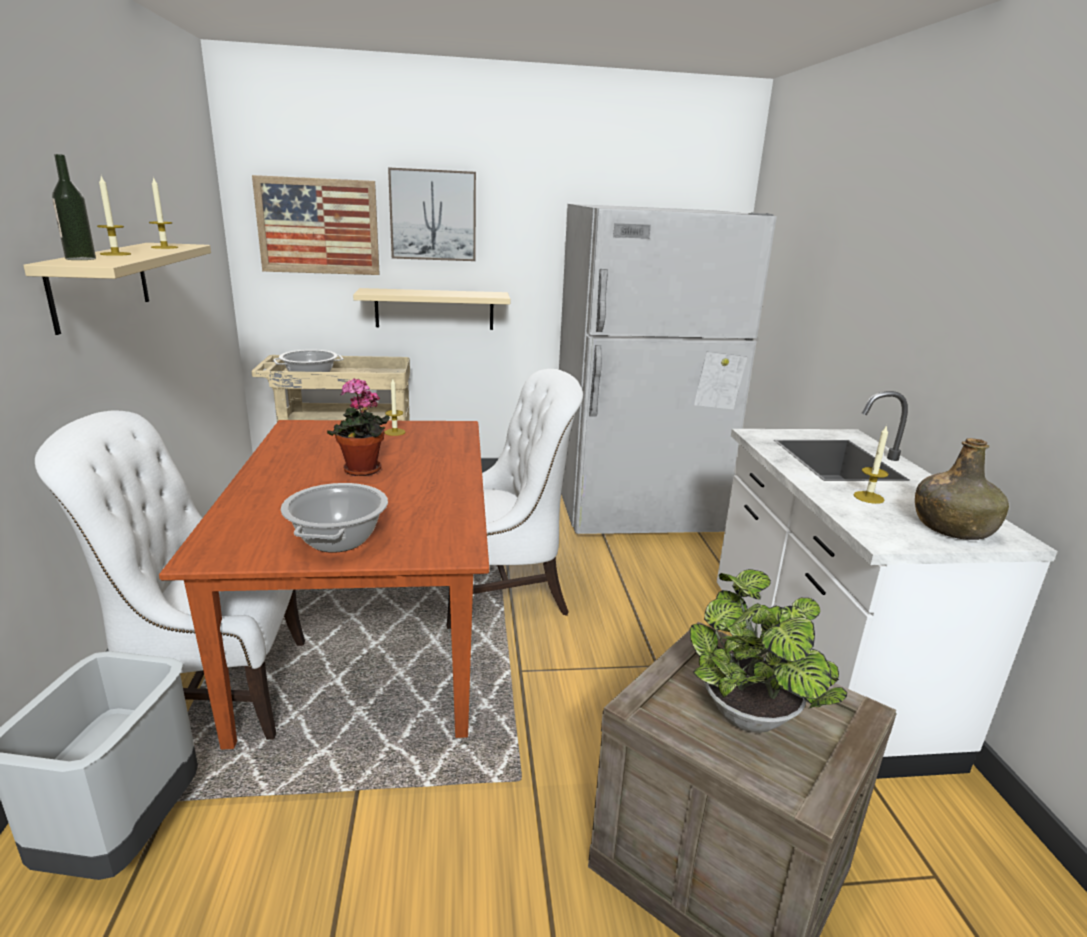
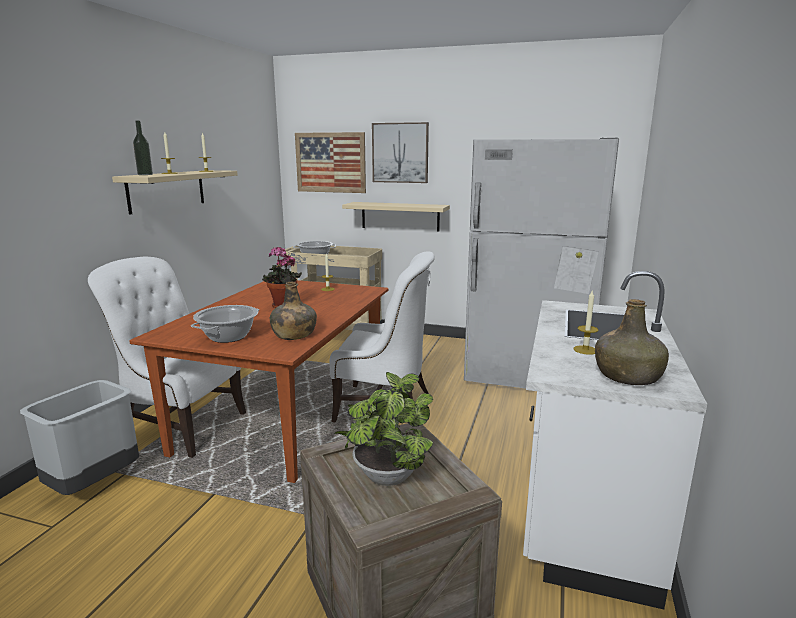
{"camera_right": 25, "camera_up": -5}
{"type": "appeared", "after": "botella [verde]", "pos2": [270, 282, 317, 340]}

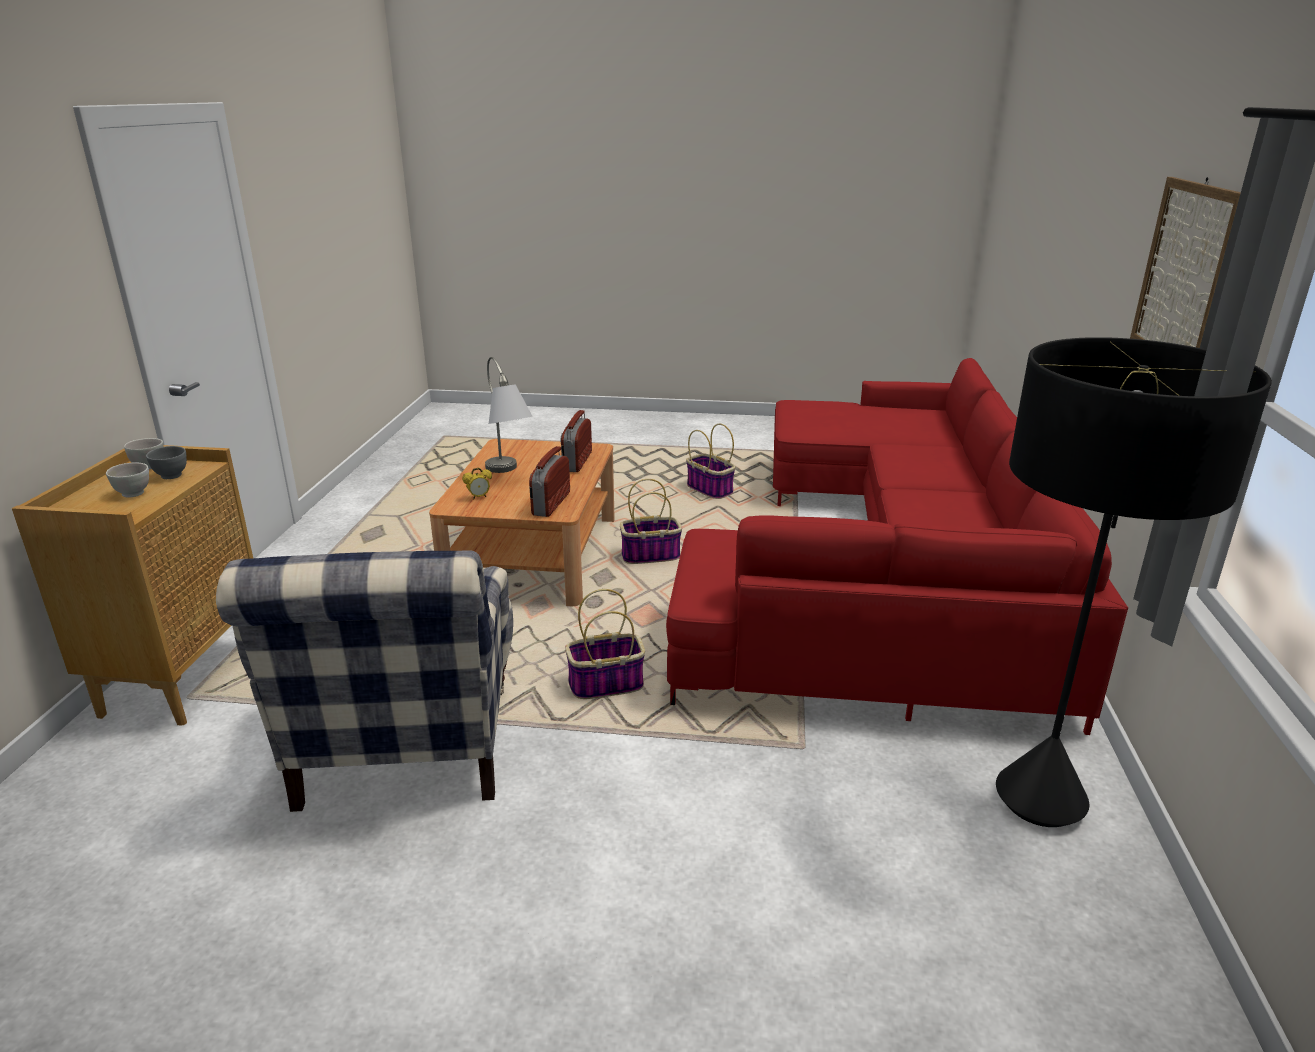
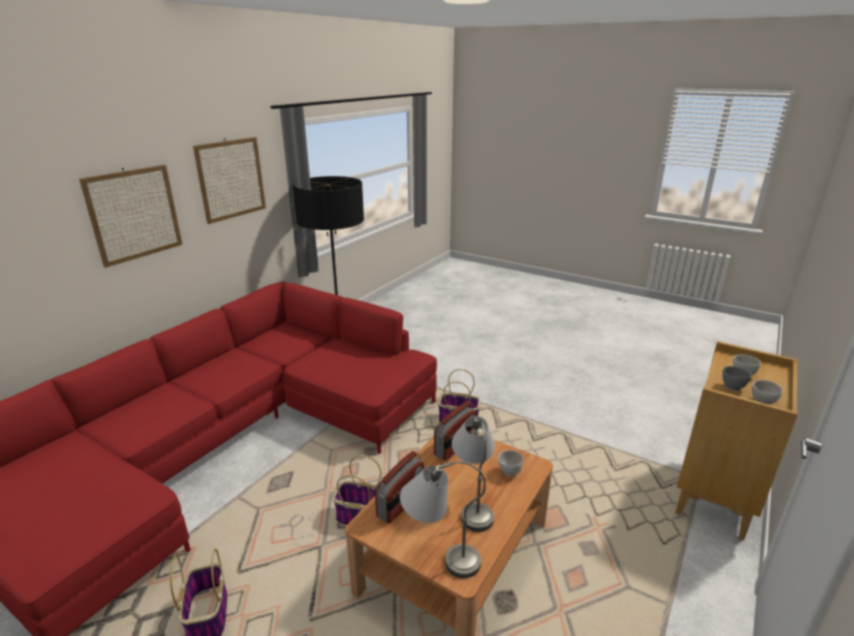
{"camera_right": -155, "camera_up": 0}
{"type": "missing", "before": "sillón", "pos1": [216, 550, 513, 812]}
{"type": "appeared", "after": "cuadro", "pos2": [79, 165, 183, 268]}
{"type": "appeared", "after": "lámpara de mesa [gris]", "pos2": [400, 461, 486, 578]}
{"type": "exchanged", "before": "despertador", "after": "cuenco [blanco]", "pos1": [462, 468, 492, 500], "pos2": [498, 450, 523, 476]}

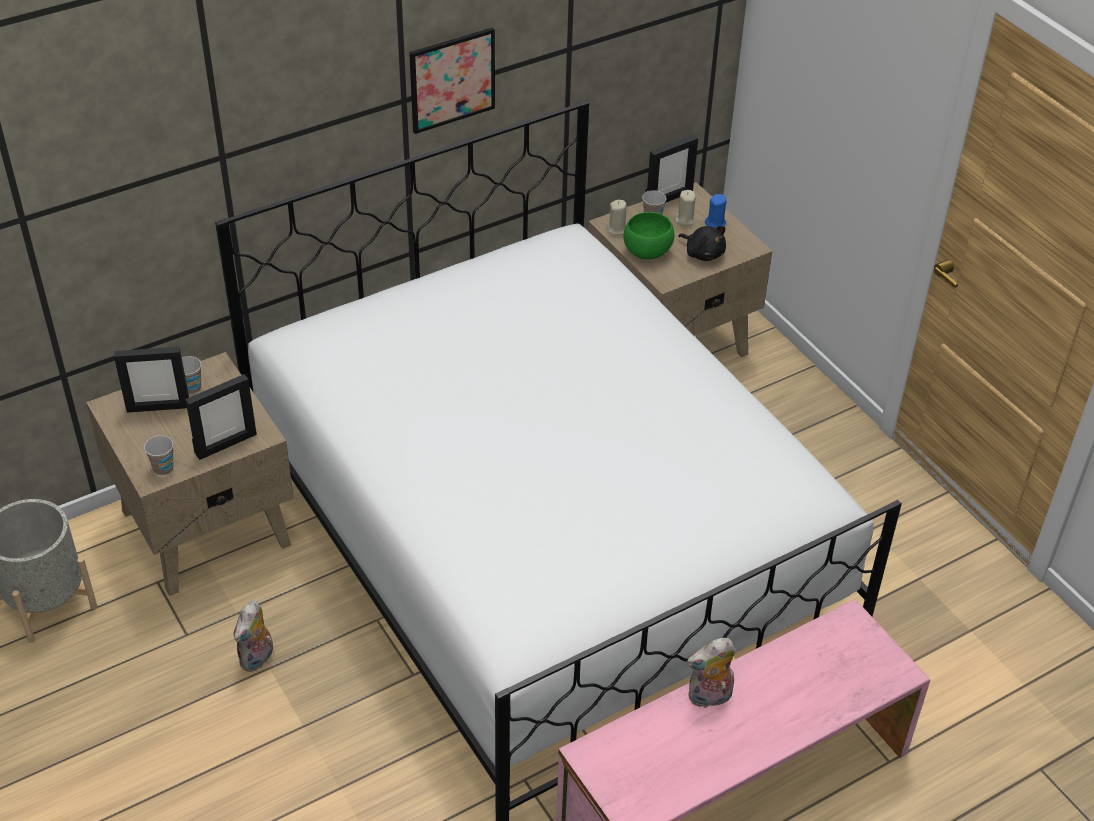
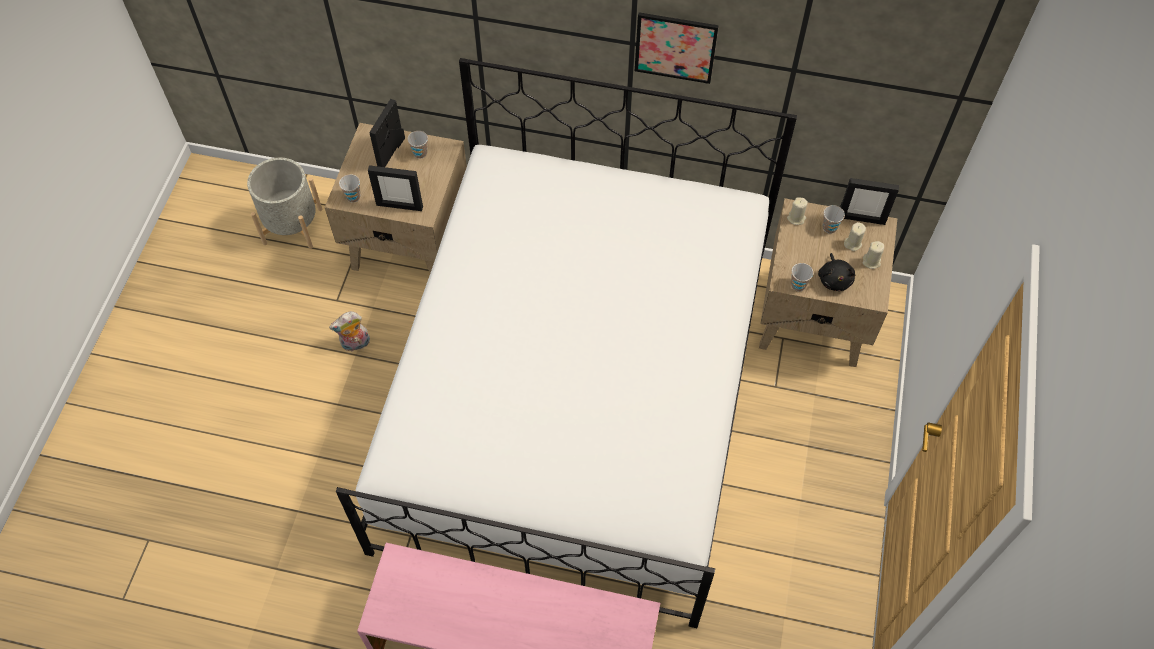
{"camera_right": 45, "camera_up": 15}
{"type": "missing", "before": "cuenco [verde]", "pos1": [624, 212, 674, 260]}
{"type": "missing", "before": "peluche", "pos1": [687, 638, 736, 708]}
{"type": "appeared", "after": "taza", "pos2": [791, 263, 813, 291]}
{"type": "colour", "before": "vela [azul]", "after": "vela [beis]", "pos1": [705, 194, 727, 228], "pos2": [863, 241, 884, 269]}
{"type": "spun", "before": "portarretratos", "pos1": [114, 347, 189, 413], "pos2": [369, 99, 405, 167], "turn": 75}

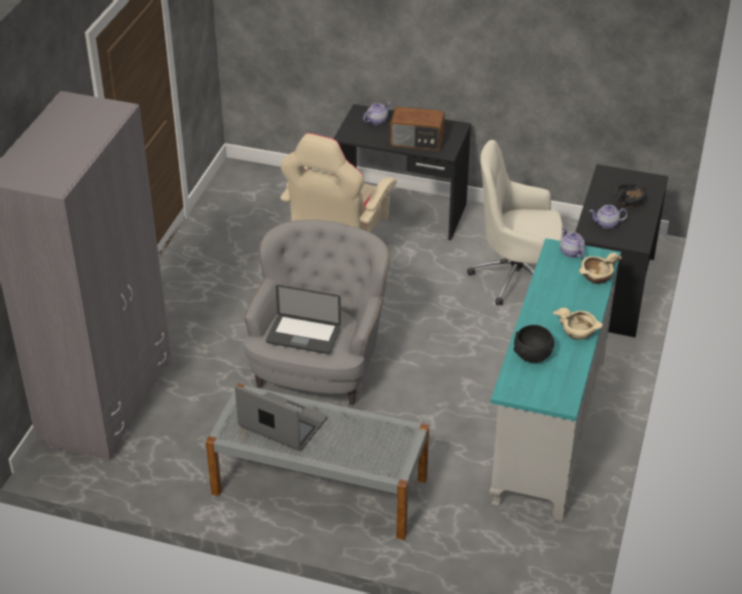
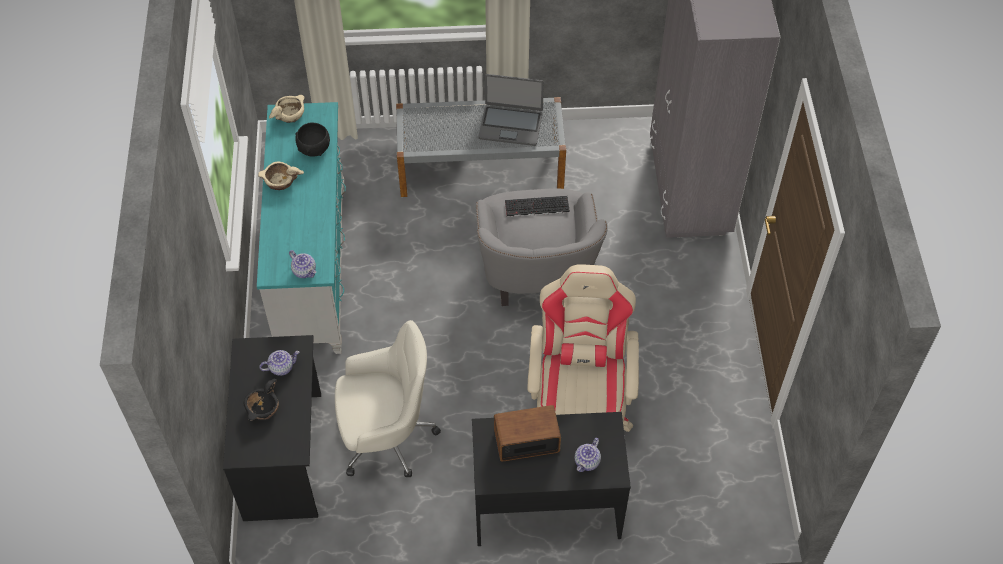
{"camera_right": 160, "camera_up": 15}
{"type": "relocated", "before": "cuenco [beis]", "pos1": [579, 253, 622, 284], "pos2": [269, 95, 304, 123]}
{"type": "exchanged", "before": "portátil", "after": "teclado", "pos1": [266, 285, 341, 354], "pos2": [505, 196, 570, 217]}

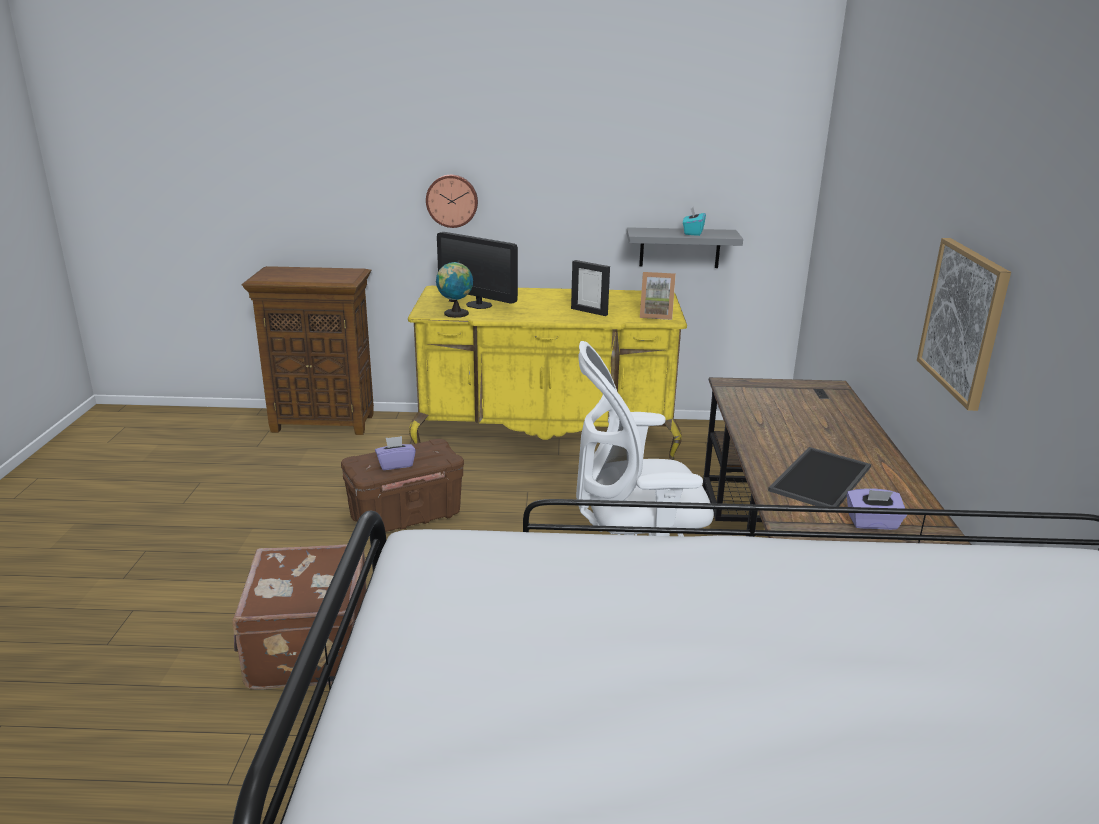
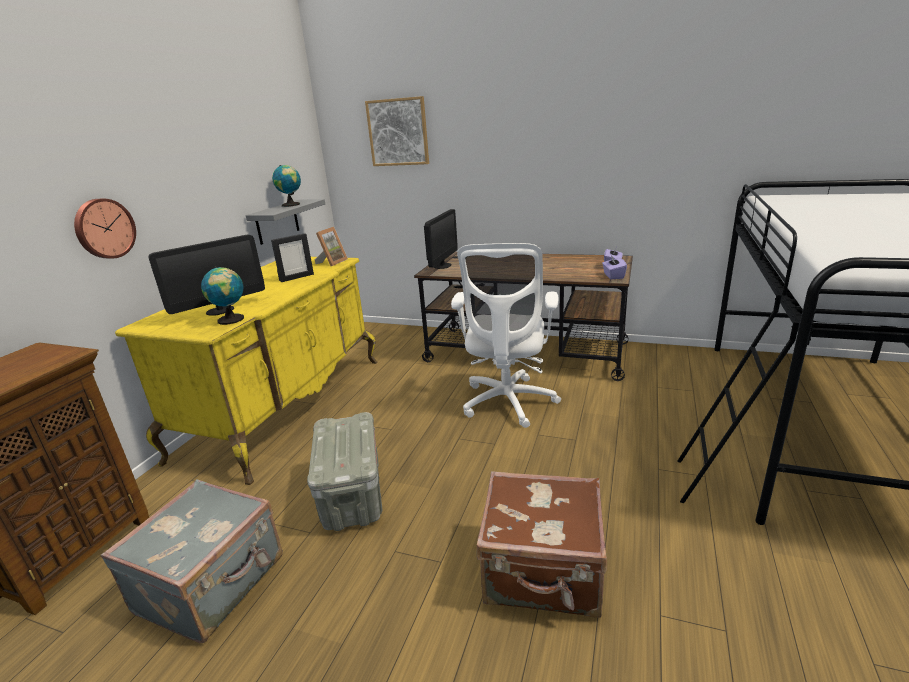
{"camera_right": -70, "camera_up": 0}
{"type": "missing", "before": "bandeja", "pos1": [768, 447, 871, 507]}
{"type": "appeared", "after": "maleta [gris]", "pos2": [101, 480, 283, 643]}
{"type": "appeared", "after": "monitor", "pos2": [424, 209, 458, 269]}
{"type": "relocated", "before": "caja de pañuelos [morado]", "pos1": [375, 436, 416, 470], "pos2": [602, 255, 627, 279]}
{"type": "relocated", "before": "cuadro", "pos1": [917, 238, 1011, 411], "pos2": [365, 96, 429, 166]}
{"type": "exchanged", "before": "caja de pañuelos [turquesa]", "after": "globo terráqueo", "pos1": [683, 207, 706, 236], "pos2": [272, 165, 301, 207]}
{"type": "colour", "before": "caja de almacenaje [marrón]", "after": "caja de almacenaje [gris]", "pos1": [341, 439, 464, 532], "pos2": [307, 412, 382, 531]}

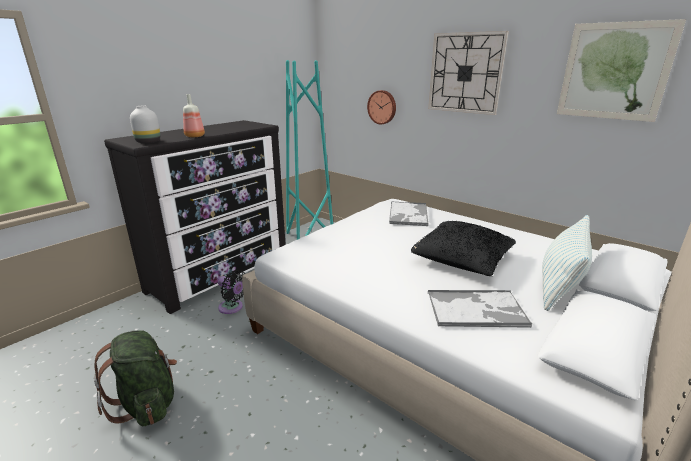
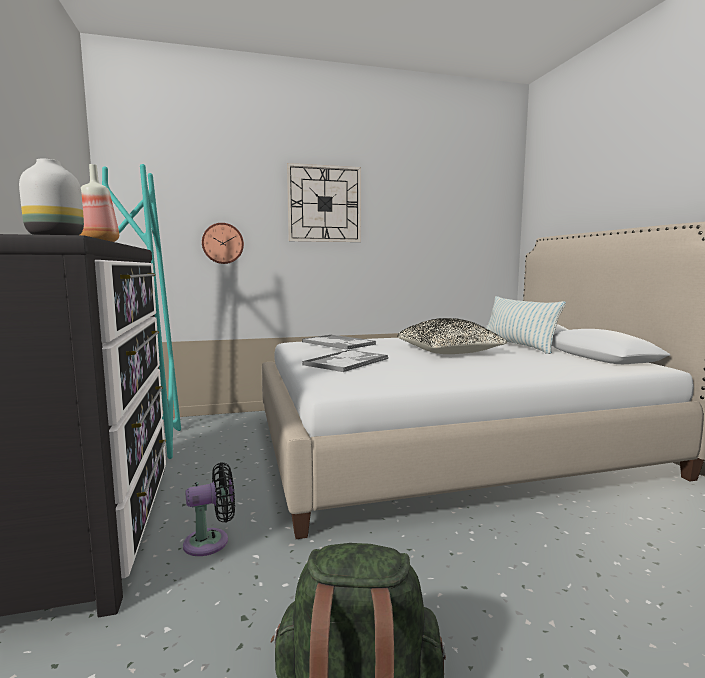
{"camera_right": -55, "camera_up": -15}
{"type": "missing", "before": "cuadro", "pos1": [557, 19, 686, 122]}
{"type": "relocated", "before": "bandeja", "pos1": [428, 290, 532, 328], "pos2": [302, 350, 388, 372]}
{"type": "colour", "before": "cojín [negro]", "after": "cojín [beis]", "pos1": [411, 221, 516, 276], "pos2": [398, 318, 507, 354]}

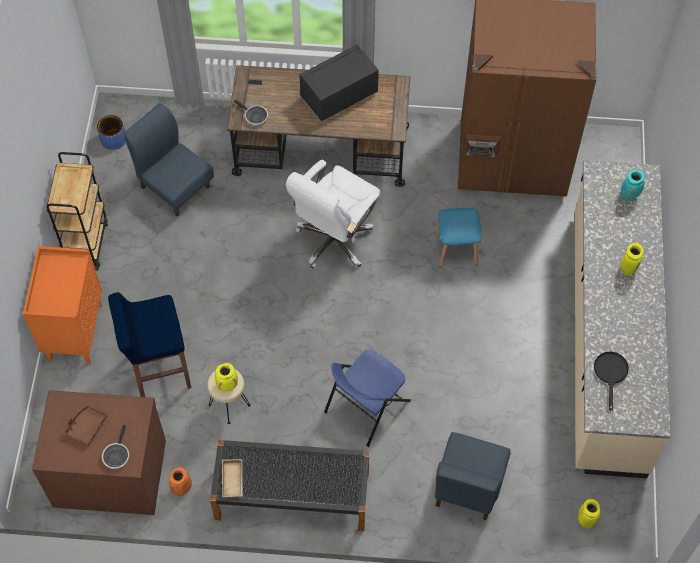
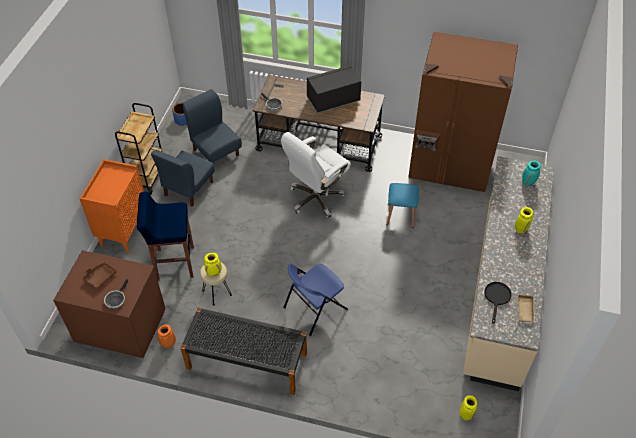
{"camera_right": 10, "camera_up": -10}
{"type": "relocated", "before": "bandeja [beis]", "pos1": [222, 459, 243, 497], "pos2": [518, 294, 535, 322]}
{"type": "relocated", "before": "silla [azul]", "pos1": [435, 432, 511, 520], "pos2": [151, 150, 215, 207]}

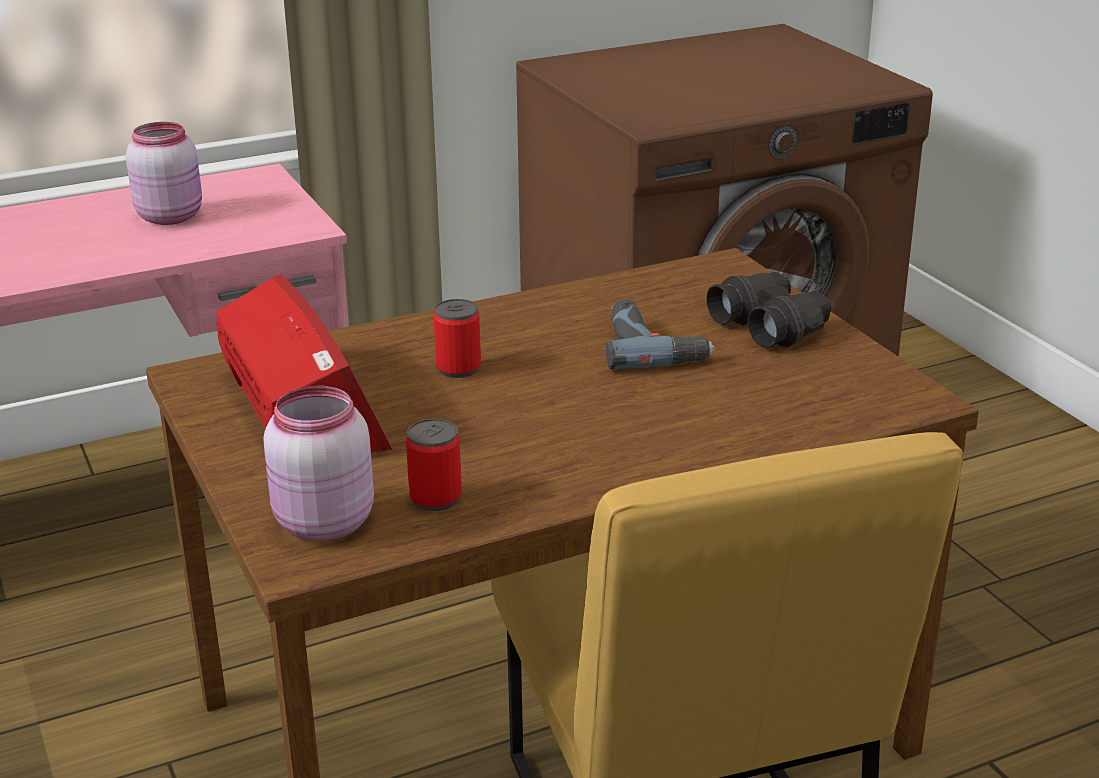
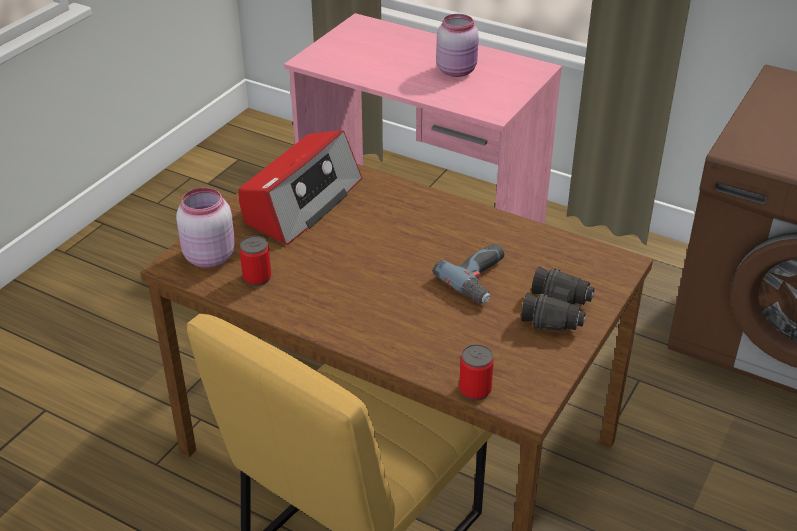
{"camera_right": 55, "camera_up": 10}
{"type": "relocated", "before": "lata", "pos1": [434, 299, 481, 378], "pos2": [459, 344, 494, 401]}

